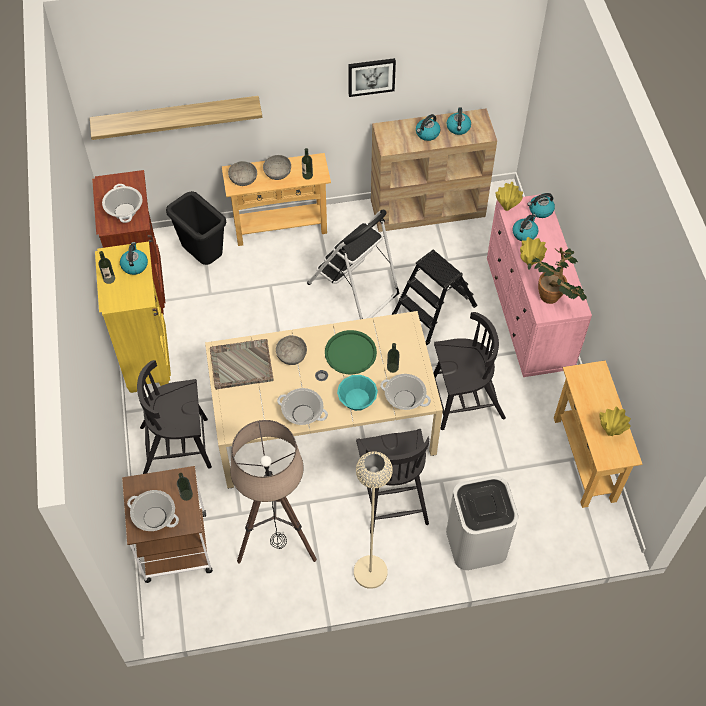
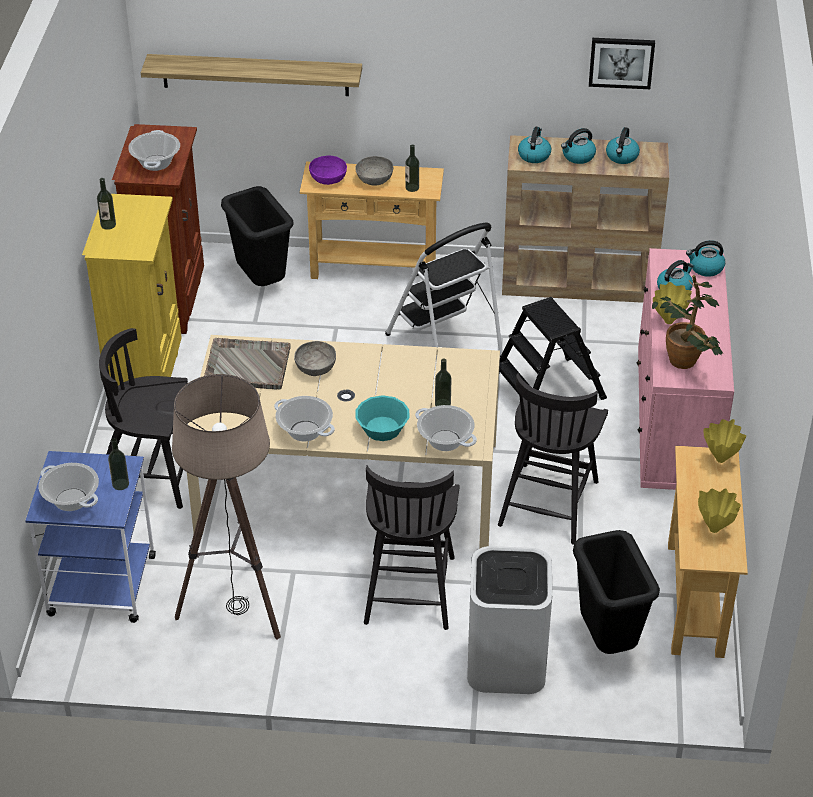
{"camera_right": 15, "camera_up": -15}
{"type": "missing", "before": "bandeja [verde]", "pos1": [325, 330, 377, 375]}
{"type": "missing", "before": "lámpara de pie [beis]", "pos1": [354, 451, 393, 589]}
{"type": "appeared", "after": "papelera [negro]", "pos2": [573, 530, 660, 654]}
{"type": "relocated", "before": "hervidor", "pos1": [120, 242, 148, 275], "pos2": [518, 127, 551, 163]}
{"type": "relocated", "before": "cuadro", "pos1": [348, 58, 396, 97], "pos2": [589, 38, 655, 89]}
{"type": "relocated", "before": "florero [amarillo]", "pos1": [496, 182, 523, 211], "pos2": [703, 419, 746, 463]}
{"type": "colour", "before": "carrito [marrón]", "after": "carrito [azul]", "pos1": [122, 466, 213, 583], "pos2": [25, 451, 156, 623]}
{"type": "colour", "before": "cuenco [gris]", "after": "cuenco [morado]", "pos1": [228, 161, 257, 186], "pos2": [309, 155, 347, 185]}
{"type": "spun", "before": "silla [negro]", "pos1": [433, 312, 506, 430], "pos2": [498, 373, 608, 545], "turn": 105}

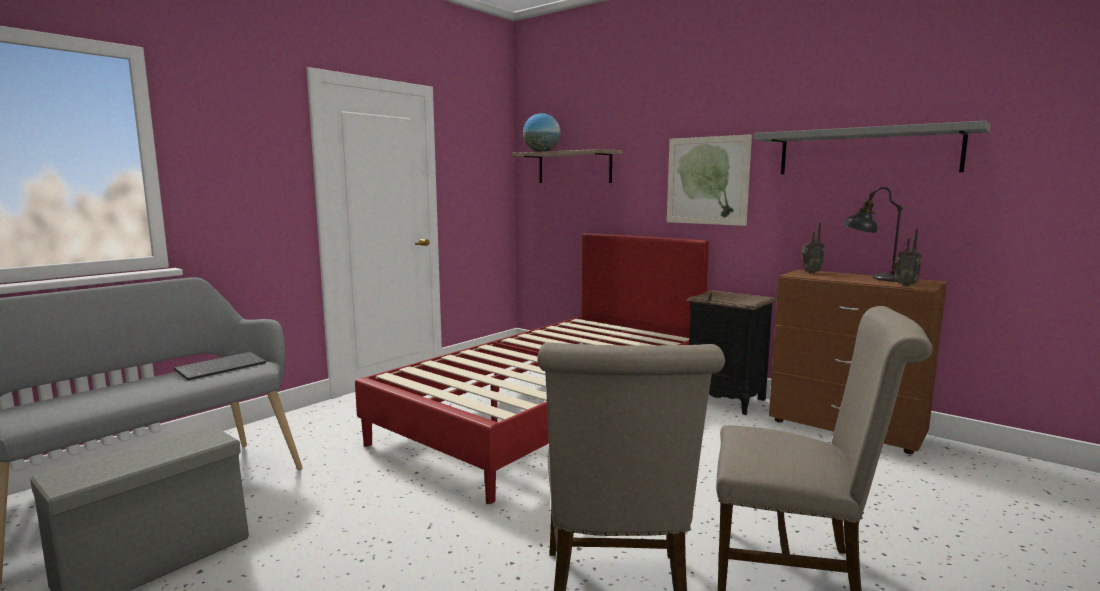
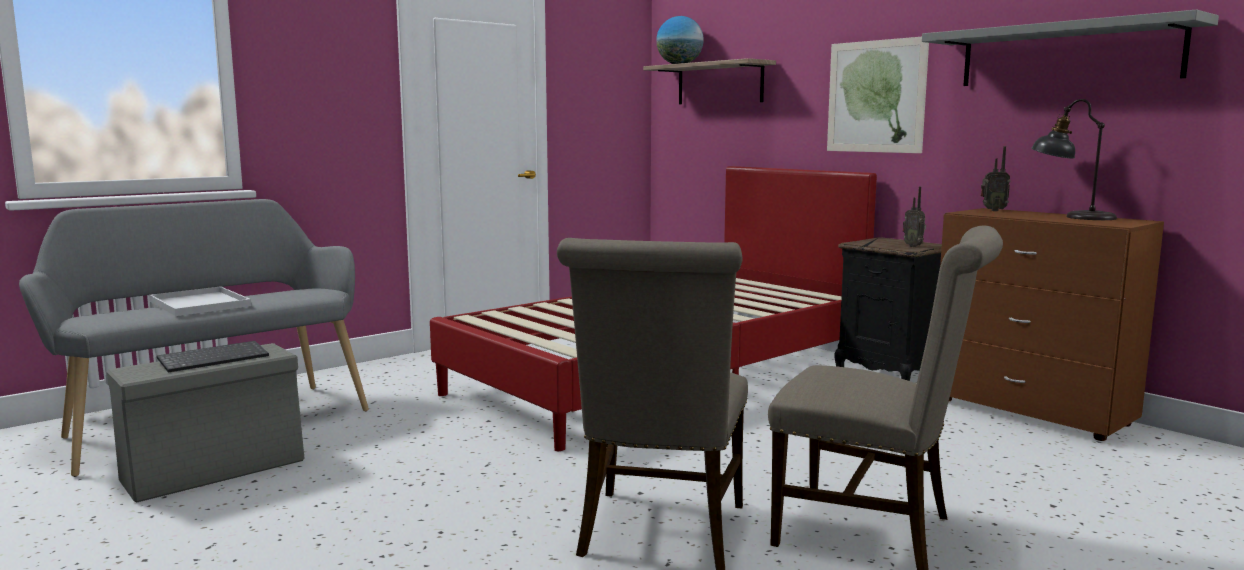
{"camera_right": 10, "camera_up": 0}
{"type": "appeared", "after": "bandeja [blanco]", "pos2": [149, 286, 251, 316]}
{"type": "relocated", "before": "teclado", "pos1": [174, 352, 266, 380], "pos2": [157, 341, 269, 372]}
{"type": "relocated", "before": "radio", "pos1": [893, 228, 921, 286], "pos2": [903, 187, 926, 247]}

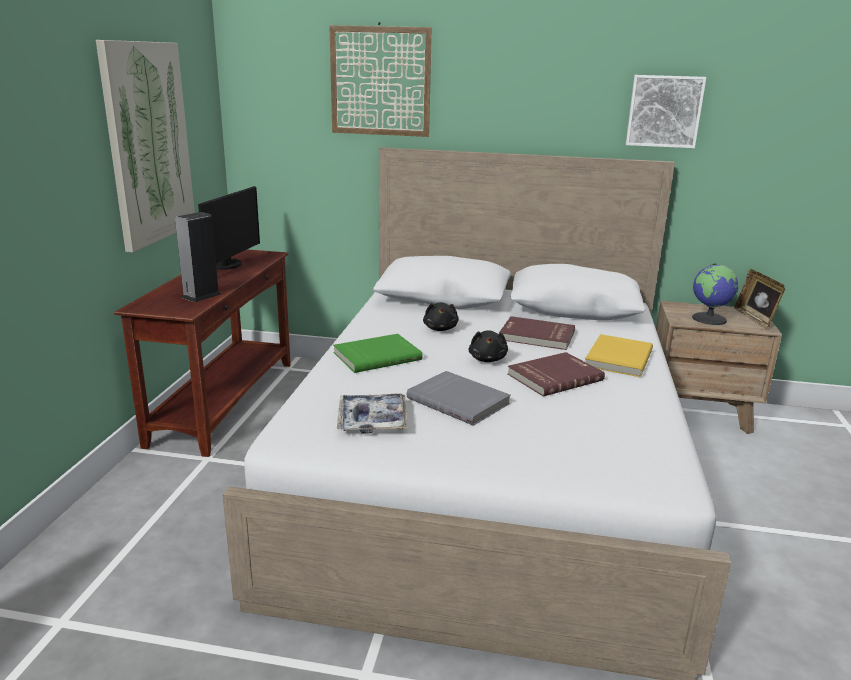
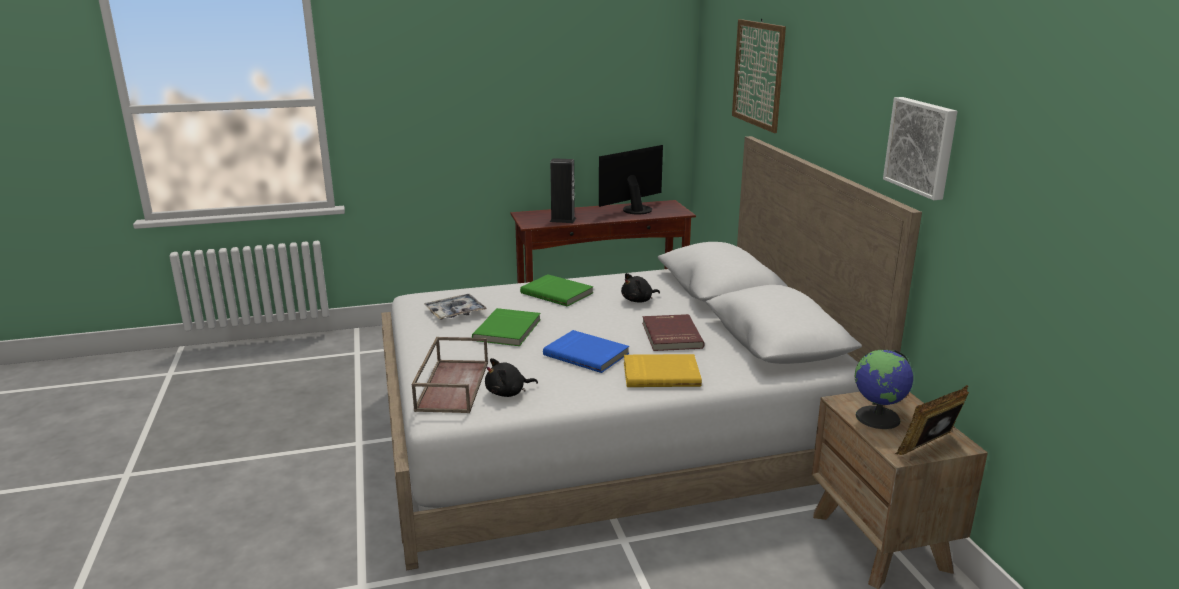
{"camera_right": 65, "camera_up": 0}
{"type": "missing", "before": "cuadro", "pos1": [96, 40, 195, 252]}
{"type": "appeared", "after": "bandeja [marrón]", "pos2": [412, 337, 488, 413]}
{"type": "relocated", "before": "peluche [negro]", "pos1": [469, 330, 508, 362], "pos2": [485, 358, 538, 397]}
{"type": "colour", "before": "libro [gris]", "after": "libro [verde]", "pos1": [407, 371, 511, 426], "pos2": [472, 308, 541, 346]}
{"type": "colour", "before": "libro [rojo]", "after": "libro [azul]", "pos1": [507, 352, 605, 397], "pos2": [543, 330, 629, 373]}
{"type": "spun", "before": "monitor", "pos1": [198, 186, 260, 270], "pos2": [599, 145, 663, 214], "turn": 150}

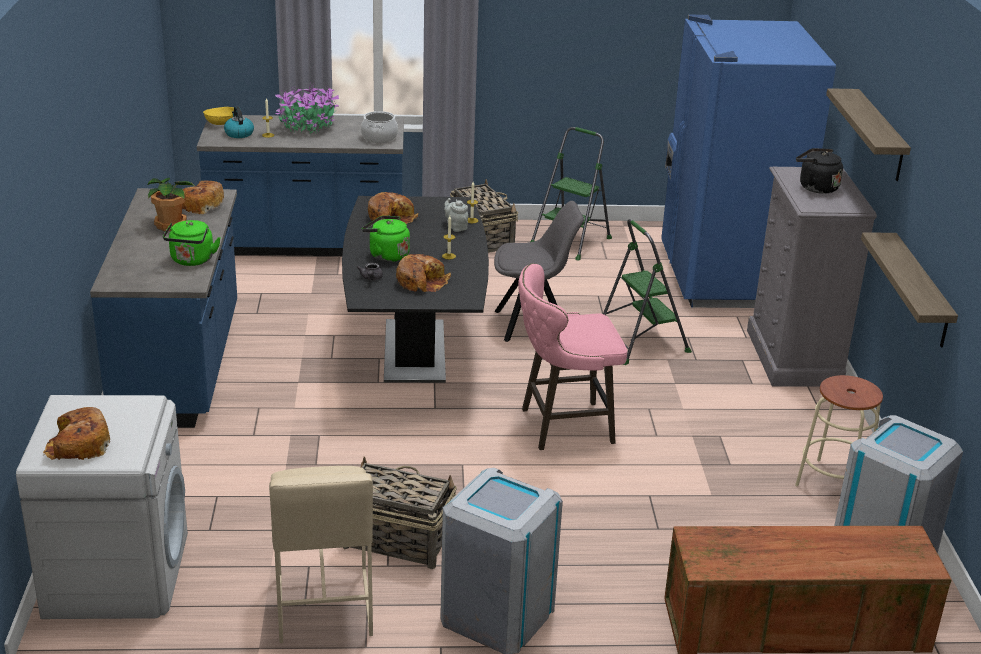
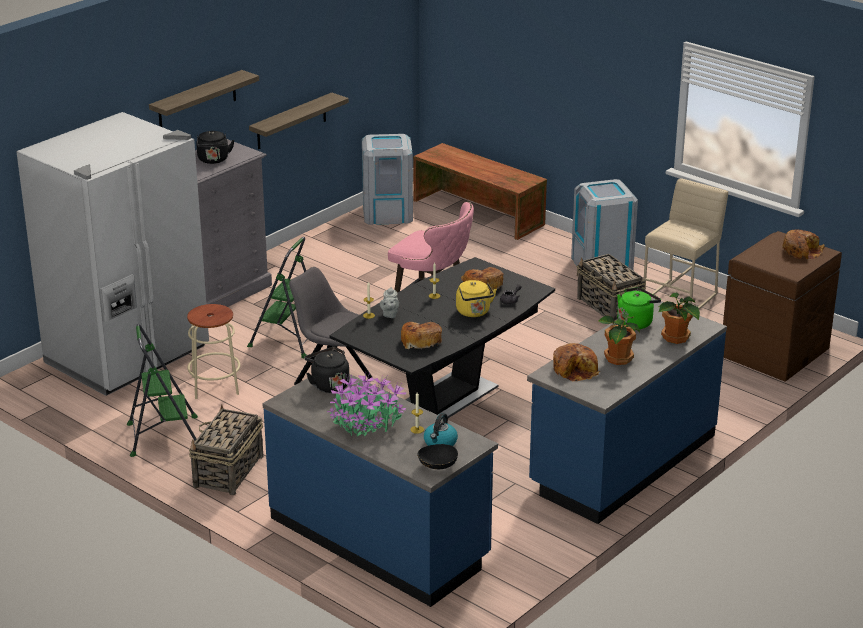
{"camera_right": -135, "camera_up": 0}
{"type": "appeared", "after": "planta en maceta", "pos2": [659, 293, 700, 344]}
{"type": "relocated", "before": "taburete [beis]", "pos1": [795, 375, 883, 486], "pos2": [187, 304, 240, 399]}
{"type": "exchanged", "before": "olla", "after": "hervidor [negro]", "pos1": [361, 111, 398, 143], "pos2": [305, 347, 349, 393]}
{"type": "colour", "before": "lavadora [blanco]", "after": "lavadora [marrón]", "pos1": [16, 395, 188, 619], "pos2": [723, 231, 842, 382]}
{"type": "colour", "before": "cuenco [amarillo]", "after": "cuenco [negro]", "pos1": [203, 107, 234, 125], "pos2": [417, 444, 458, 469]}
{"type": "colour", "before": "hervidor [verde]", "after": "hervidor [amarillo]", "pos1": [362, 216, 410, 262], "pos2": [456, 280, 497, 317]}
{"type": "colour", "before": "nevera [azul]", "after": "nevera [blanco]", "pos1": [661, 14, 836, 308], "pos2": [17, 112, 209, 396]}

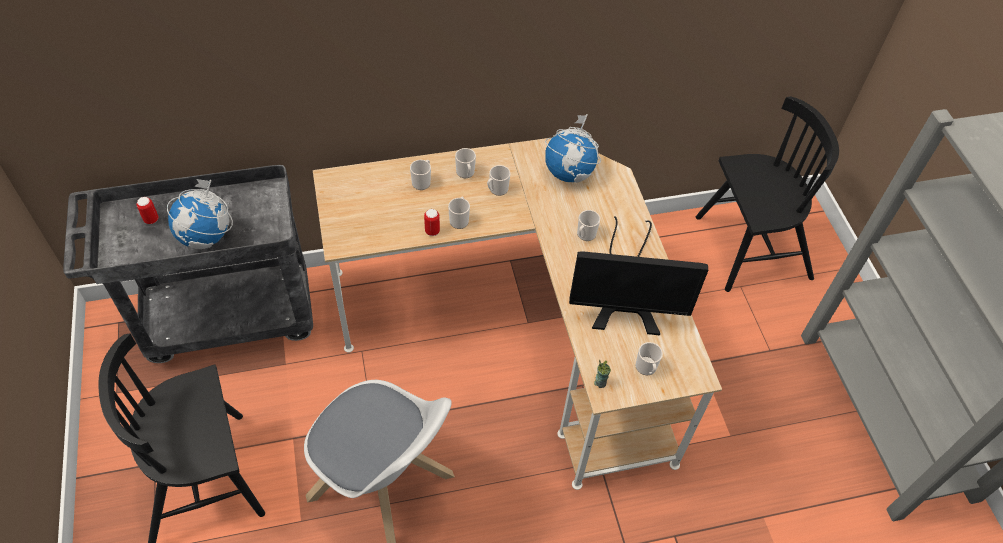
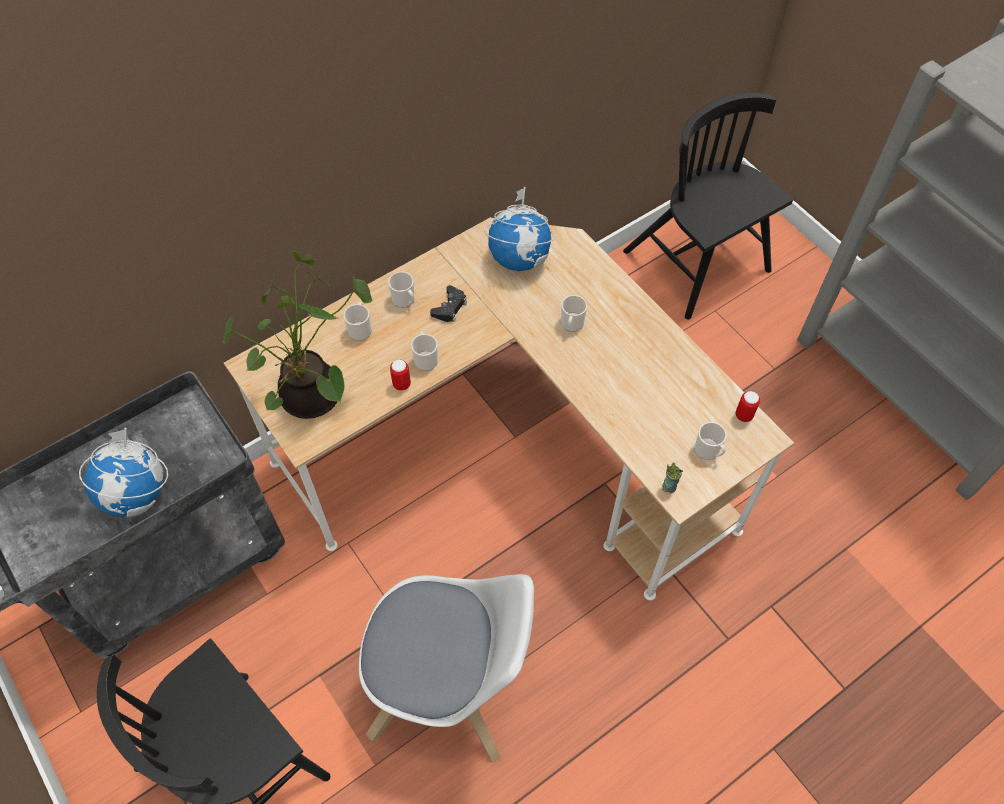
{"camera_right": -20, "camera_up": 5}
{"type": "missing", "before": "monitor", "pos1": [569, 216, 708, 335]}
{"type": "appeared", "after": "planta en maceta", "pos2": [223, 252, 373, 419]}
{"type": "relocated", "before": "lata", "pos1": [136, 197, 159, 224], "pos2": [736, 391, 760, 422]}
{"type": "exchanged", "before": "taza grande", "after": "mando de consola [negro]", "pos1": [487, 165, 510, 196], "pos2": [430, 285, 467, 322]}
{"type": "spun", "before": "silla [negro]", "pos1": [696, 96, 839, 292], "pos2": [623, 93, 793, 319], "turn": -90}

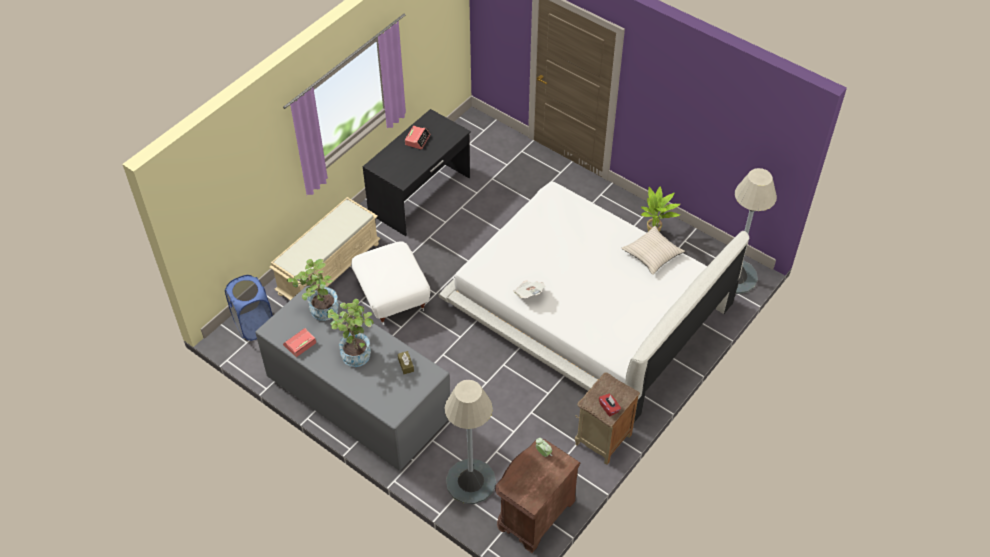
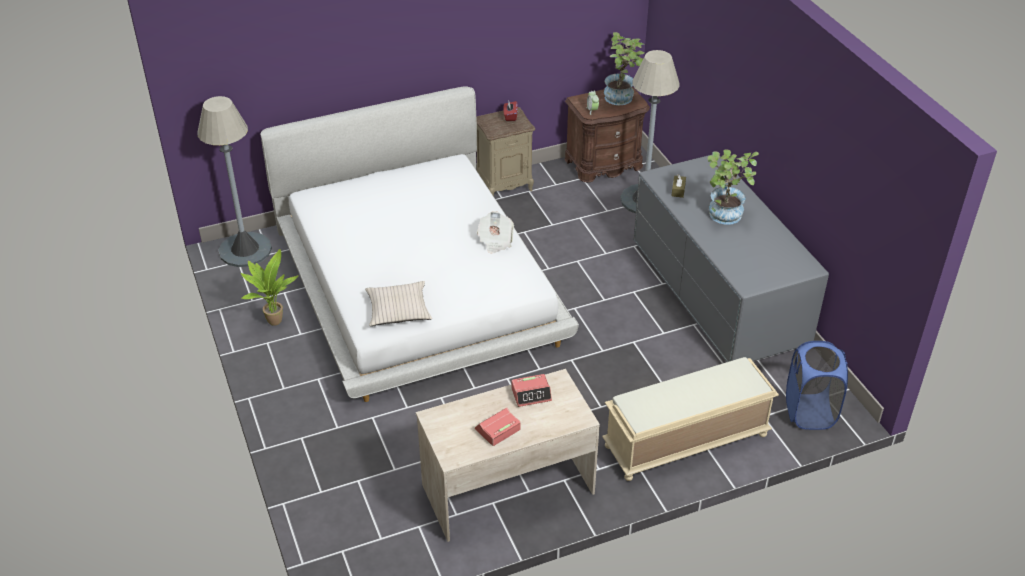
{"camera_right": -150, "camera_up": -10}
{"type": "missing", "before": "puf [blanco]", "pos1": [351, 241, 430, 325]}
{"type": "relocated", "before": "despertador", "pos1": [283, 328, 316, 357], "pos2": [511, 374, 552, 407]}
{"type": "relocated", "before": "planta en maceta", "pos1": [287, 259, 339, 321], "pos2": [604, 32, 645, 105]}
{"type": "relocated", "before": "cojín [beis]", "pos1": [621, 226, 685, 275], "pos2": [365, 281, 432, 326]}
{"type": "colour", "before": "escritorio [negro]", "after": "escritorio [beis]", "pos1": [363, 109, 471, 236], "pos2": [416, 369, 600, 542]}

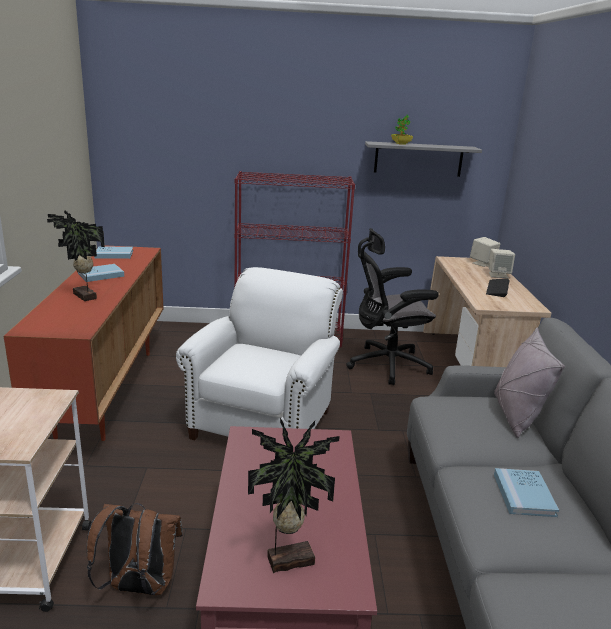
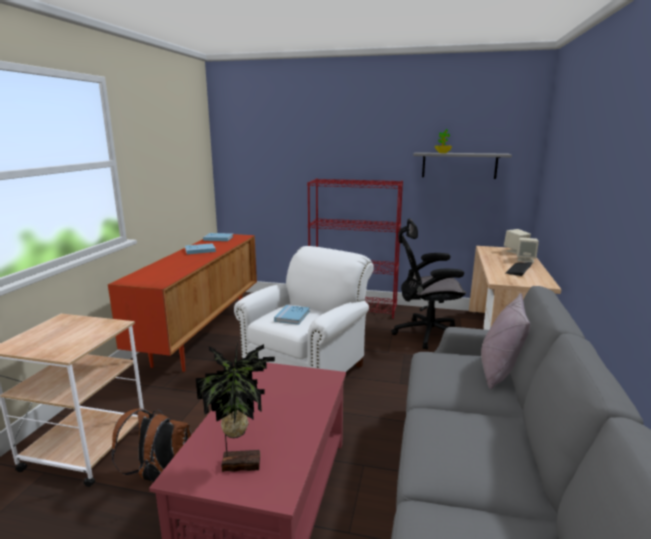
{"camera_right": 15, "camera_up": -5}
{"type": "missing", "before": "planta en maceta", "pos1": [47, 210, 105, 301]}
{"type": "relocated", "before": "libro [azul]", "pos1": [494, 468, 559, 517], "pos2": [274, 305, 310, 325]}

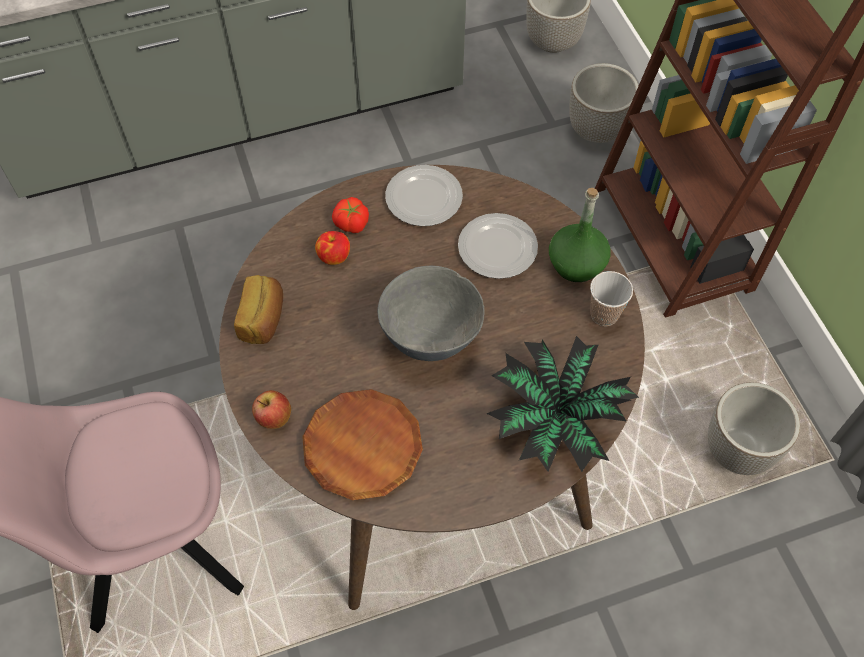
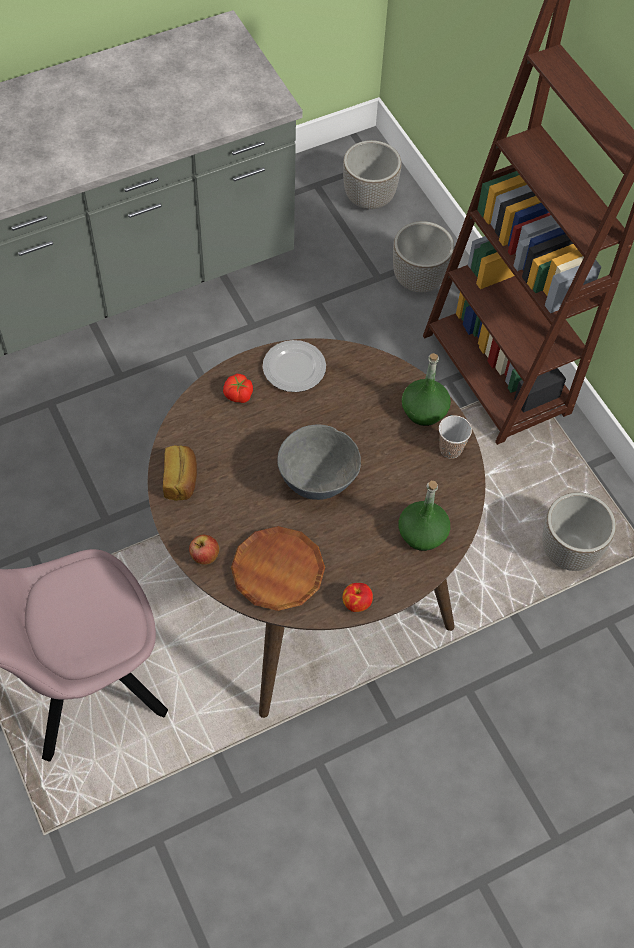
{"camera_right": -10, "camera_up": 0}
{"type": "missing", "before": "plato", "pos1": [458, 213, 538, 279]}
{"type": "relocated", "before": "manzana", "pos1": [315, 231, 350, 265], "pos2": [343, 583, 373, 612]}
{"type": "exchanged", "before": "planta en maceta", "after": "botella [verde]", "pos1": [486, 336, 639, 472], "pos2": [399, 481, 450, 551]}

